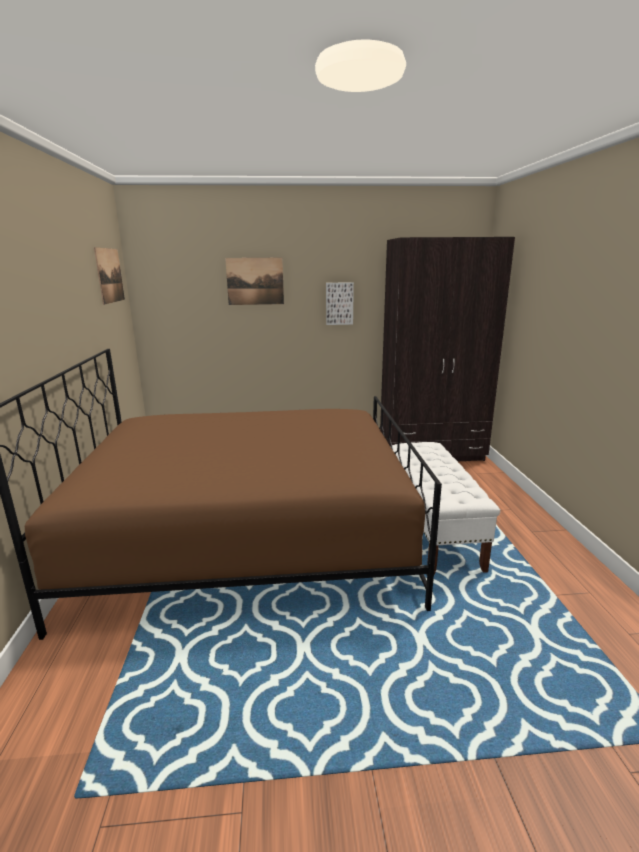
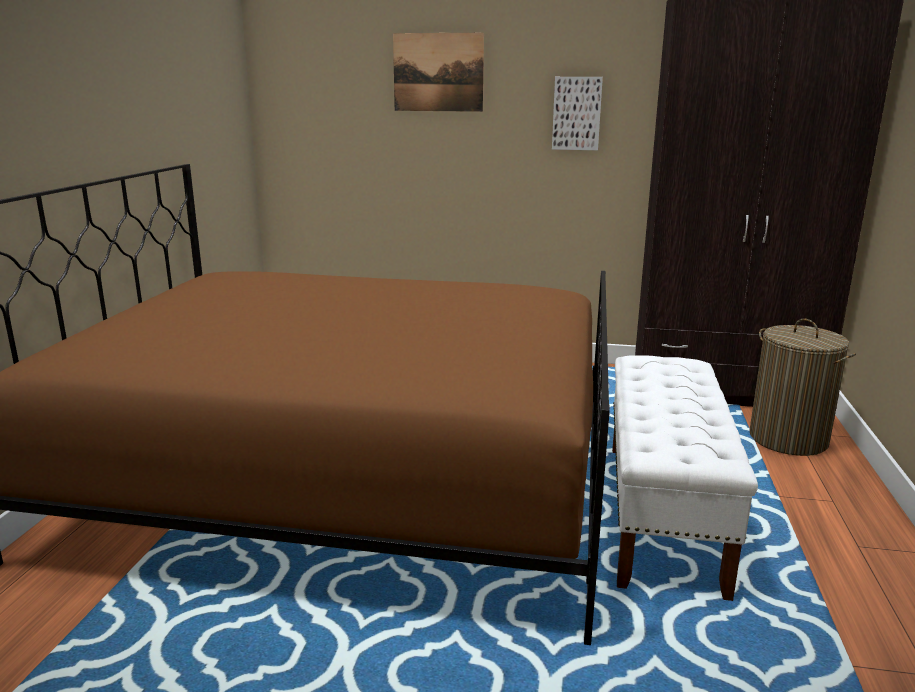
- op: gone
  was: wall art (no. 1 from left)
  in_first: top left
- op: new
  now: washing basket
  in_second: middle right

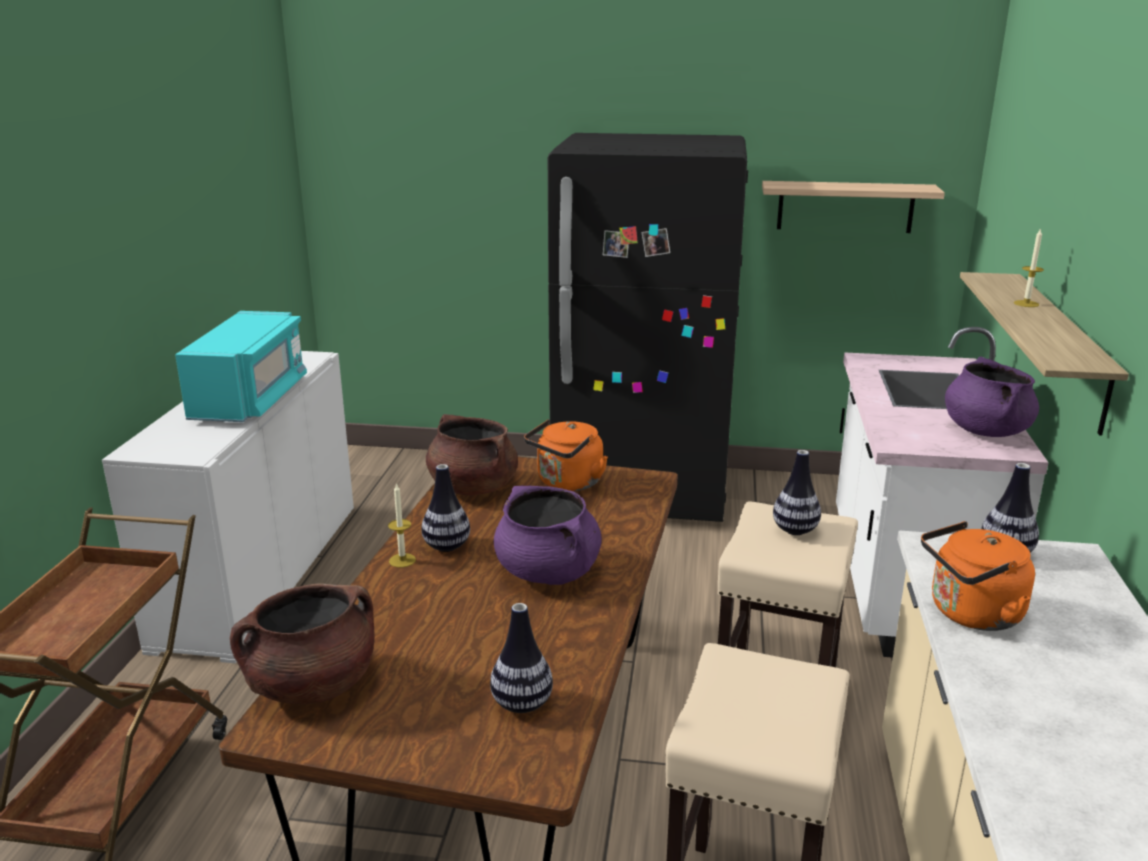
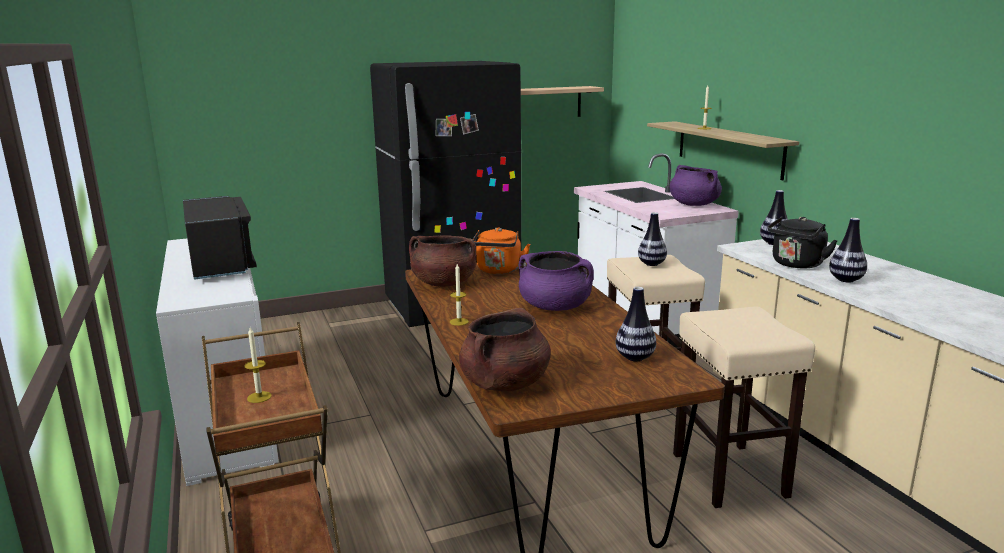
- op: repainted
  was: turquoise-coloured microwave
  now: black-coloured microwave
  in_first: middle left
  in_second: middle left
- op: shifted
  was: flower vase (no. 1 from left in the first image)
  now: flower vase (no. 4 from left)
  in_first: centre
  in_second: middle right
- op: repainted
  was: orange-coloured tea kettle (no. 2 from left)
  now: black-coloured tea kettle
  in_first: bottom right
  in_second: middle right
- op: new
  now: candle (no. 1 from left)
  in_second: middle left

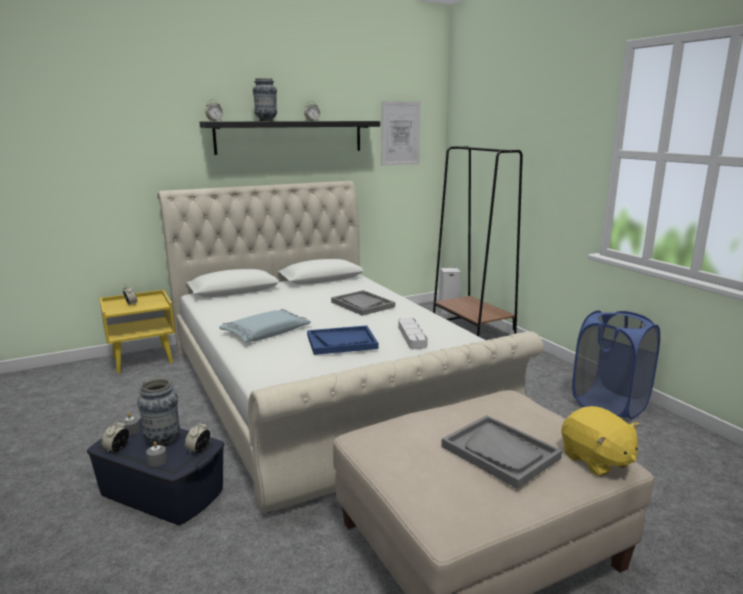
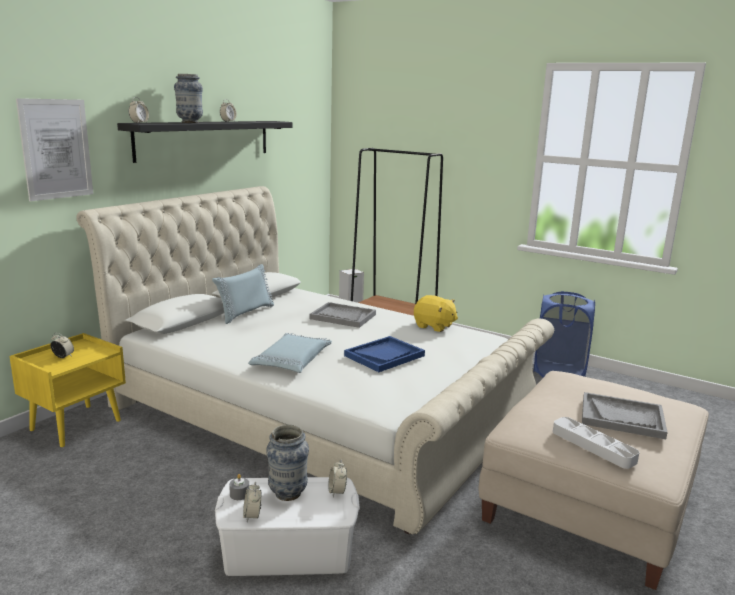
- op: shifted
  was: wall art
  in_first: top centre
  in_second: top left
- op: shifted
  was: greyish serving tray (no. 2 from left)
  in_first: centre
  in_second: bottom right
- op: shifted
  was: yellow-coloured cuddly toy
  in_first: bottom right
  in_second: centre
- op: repainted
  was: blue-coloured storage box
  now: white-coloured storage box
  in_first: bottom left
  in_second: bottom centre
- op: gone
  was: greyish candle (no. 2 from left)
  in_first: bottom left
- op: new
  now: blue-coloured pillow (no. 1 from left)
  in_second: middle left

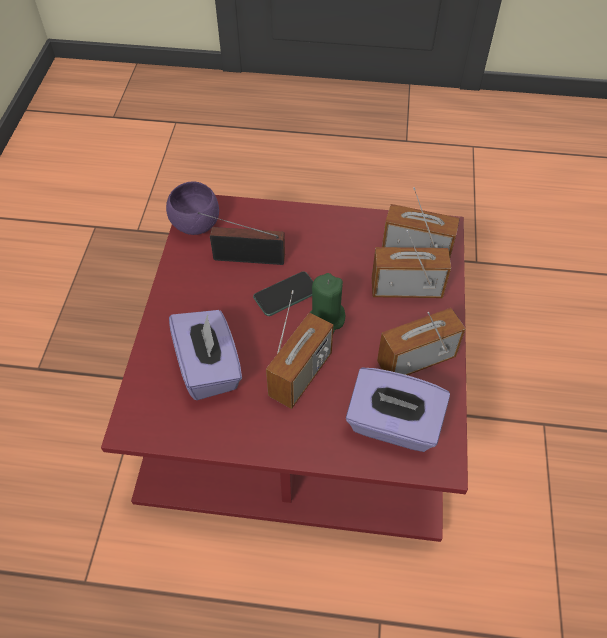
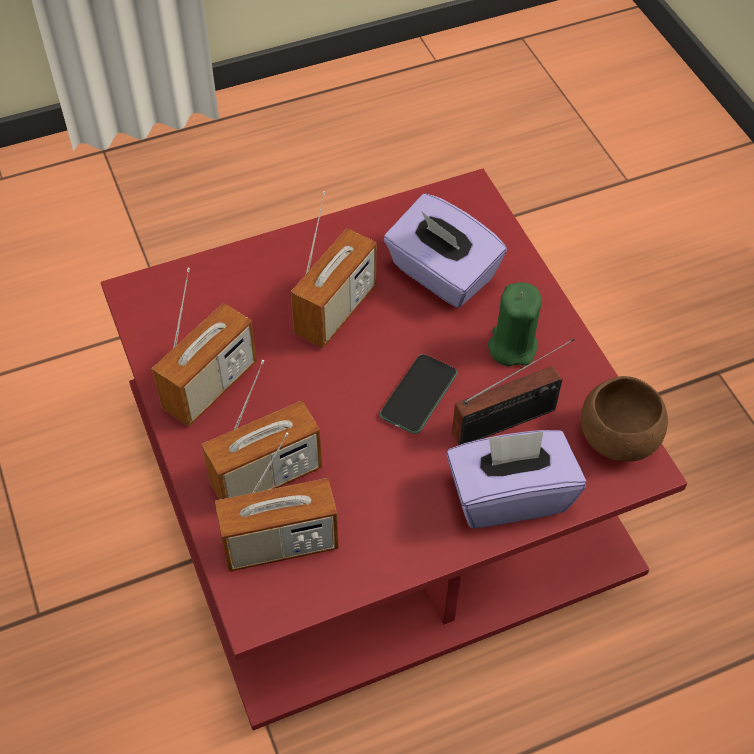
- op: repainted
  was: purplish serving bowl
  now: brown serving bowl
  in_first: top left
  in_second: middle right
- op: shifted
  was: green candle
  in_first: centre
  in_second: middle right
- op: rotated
  was: radio set (no. 2 from left in the first image)
  in_first: centre
  in_second: centre
  clockwise: -150
- op: shifted
  was: purplish box of tissues (no. 2 from left)
  in_first: centre
  in_second: middle right

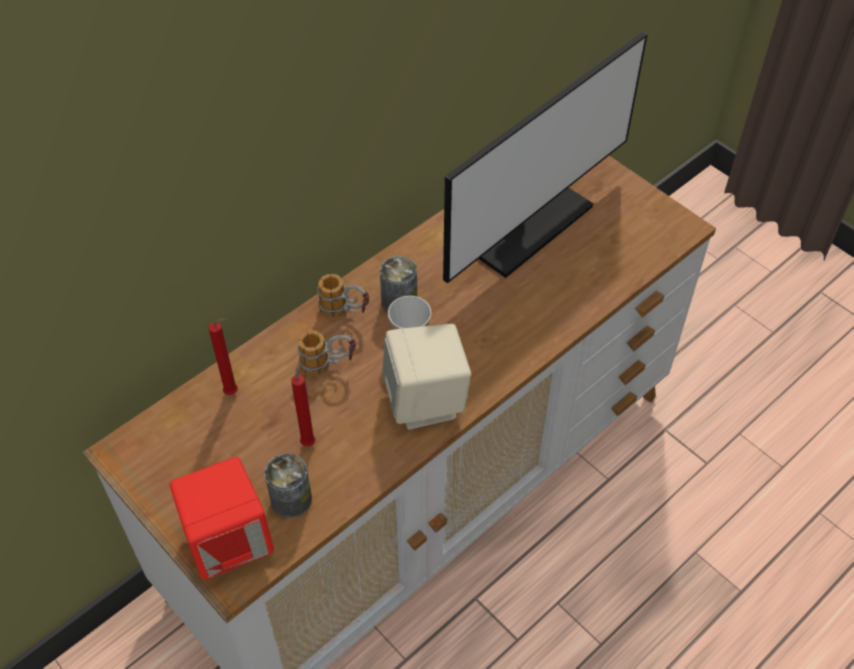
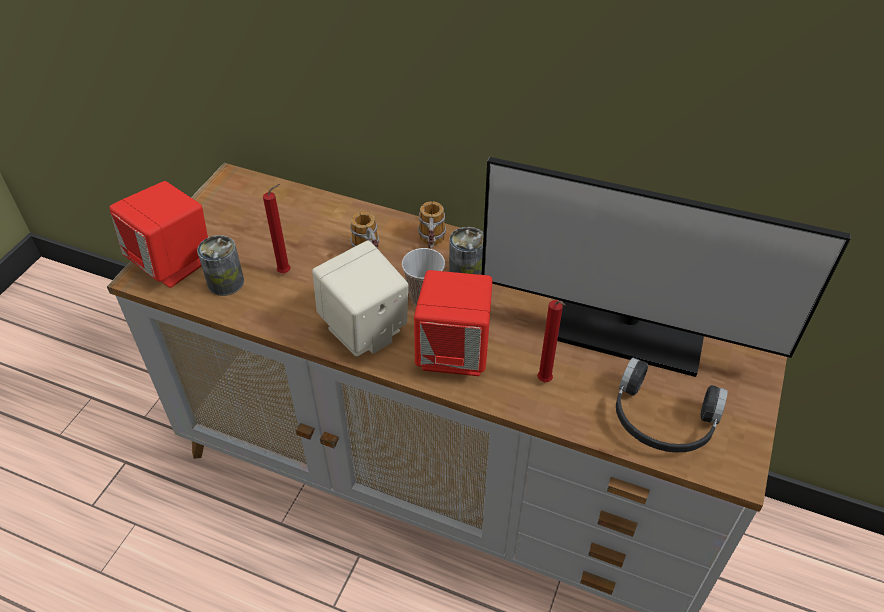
- op: shifted
  was: red-coloured candle (no. 1 from left in the first image)
  now: red-coloured candle (no. 2 from left)
  in_first: middle left
  in_second: centre
- op: new
  now: red-coloured speaker (no. 2 from left)
  in_second: centre
- op: new
  now: black-coloured pair of headphones
  in_second: middle right

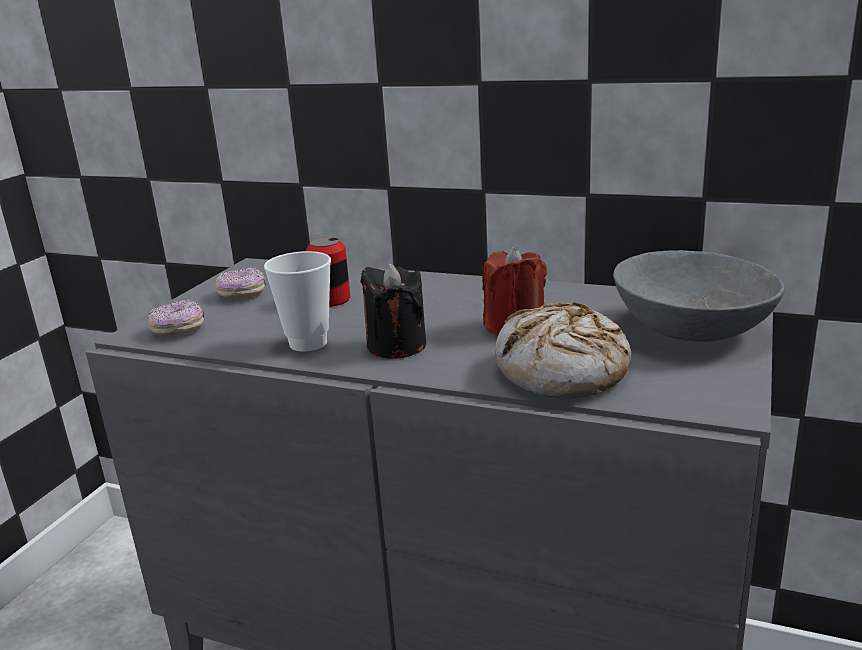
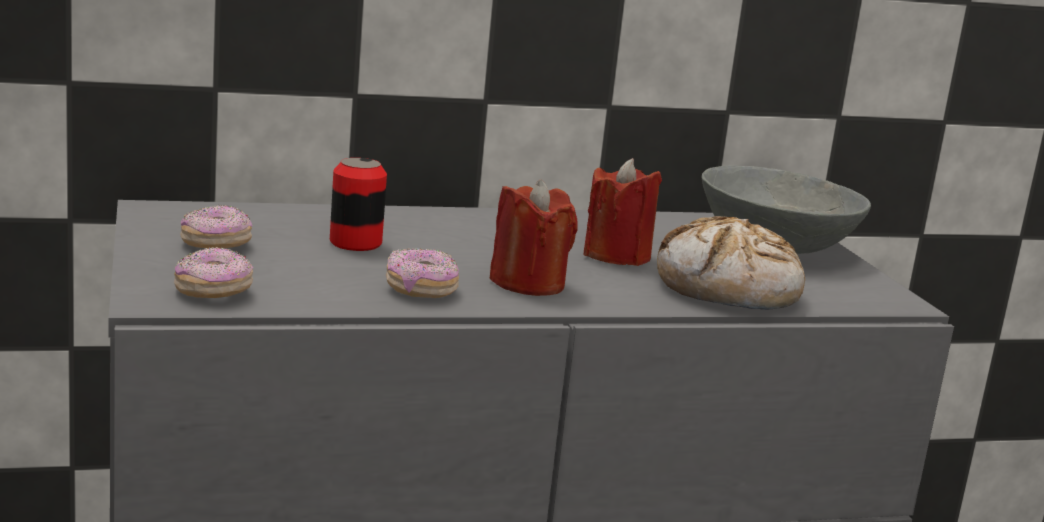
- op: swapped
  was: cup
  now: doughnut (no. 3 from left)
  in_first: centre
  in_second: centre
- op: repainted
  was: black-coloured candle
  now: red-coloured candle (no. 1 from left)
  in_first: centre
  in_second: centre

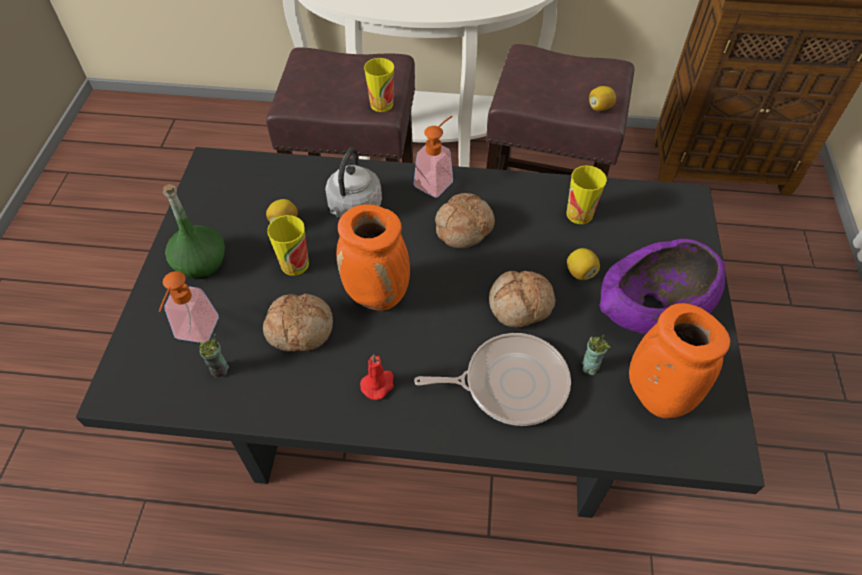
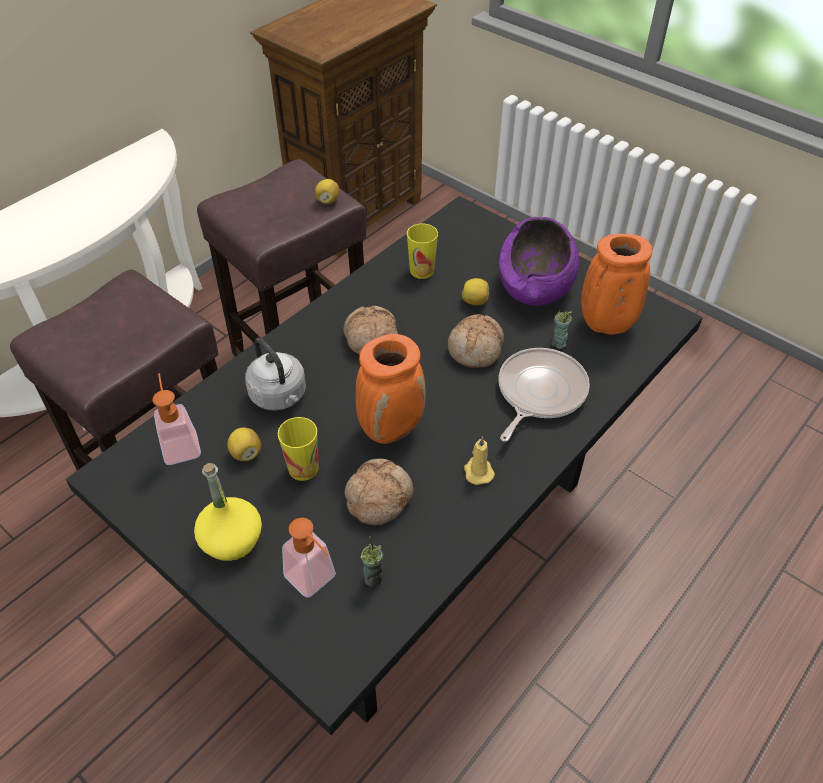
- op: gone
  was: cup (no. 3 from left)
  in_first: top centre
- op: shifted
  was: soap dispenser (no. 2 from left in the first image)
  now: soap dispenser (no. 1 from left)
  in_first: top centre
  in_second: middle left
- op: repainted
  was: green bottle
  now: yellow-coloured bottle
  in_first: middle left
  in_second: middle left
- op: repainted
  was: red-coloured candle
  now: yellow-coloured candle
  in_first: centre
  in_second: centre

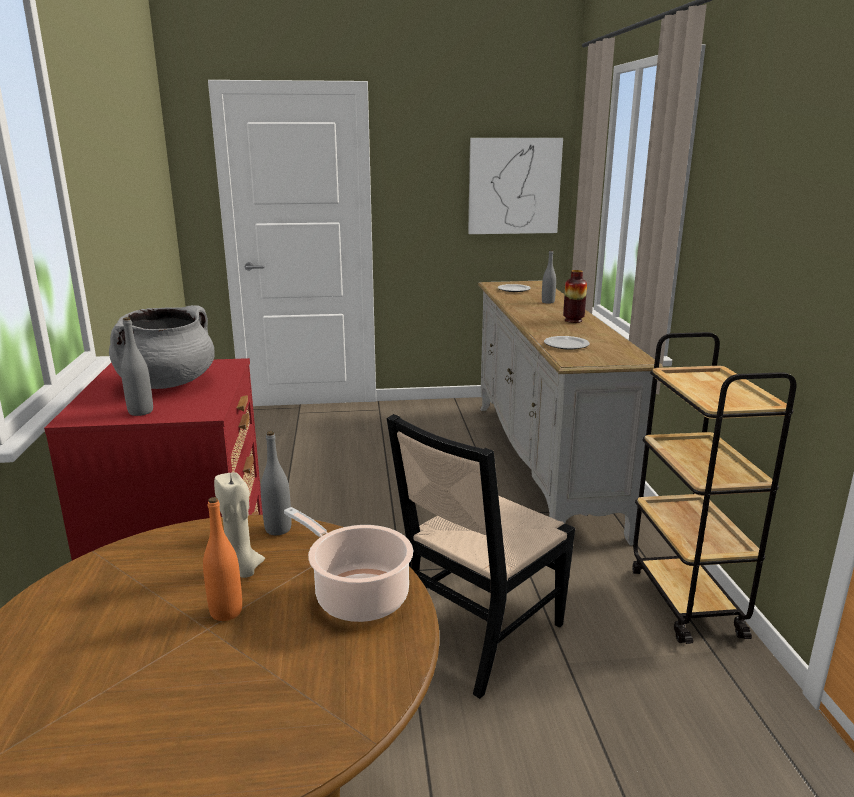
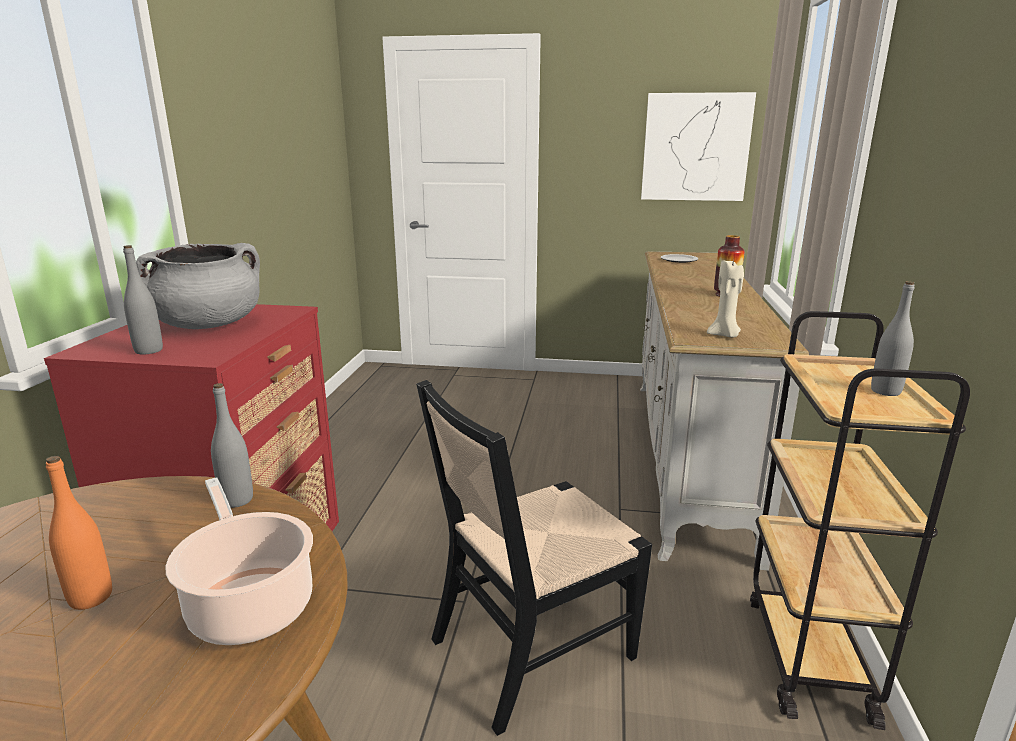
- op: shifted
  was: greyish bottle (no. 3 from left)
  in_first: centre
  in_second: middle right
- op: gone
  was: dinner plate (no. 2 from left)
  in_first: centre
- op: shifted
  was: beige-coloured candle
  in_first: middle left
  in_second: middle right

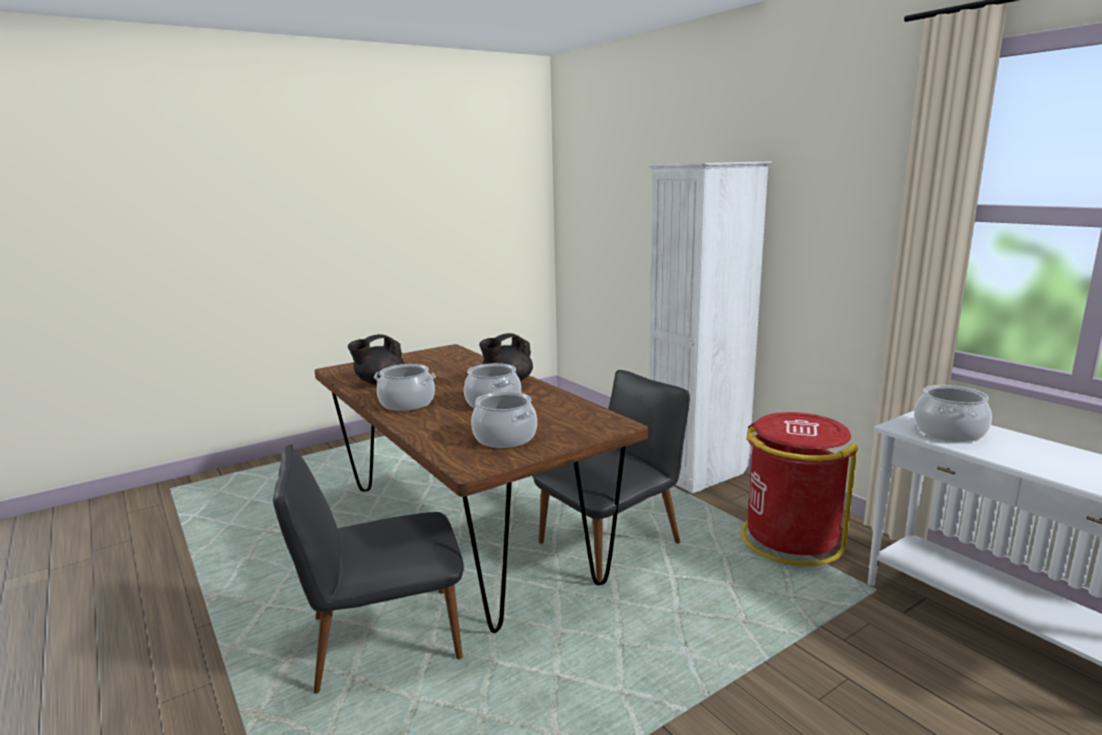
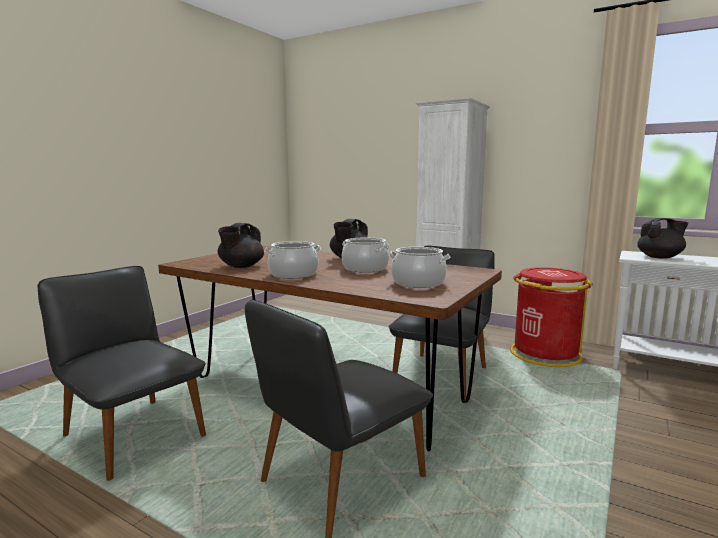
- op: swapped
  was: stockpot (no. 4 from left)
  now: black-coloured pot for tea (no. 3 from left)
  in_first: middle right
  in_second: middle right
- op: new
  now: black-coloured plain chair (no. 1 from left)
  in_second: bottom left

